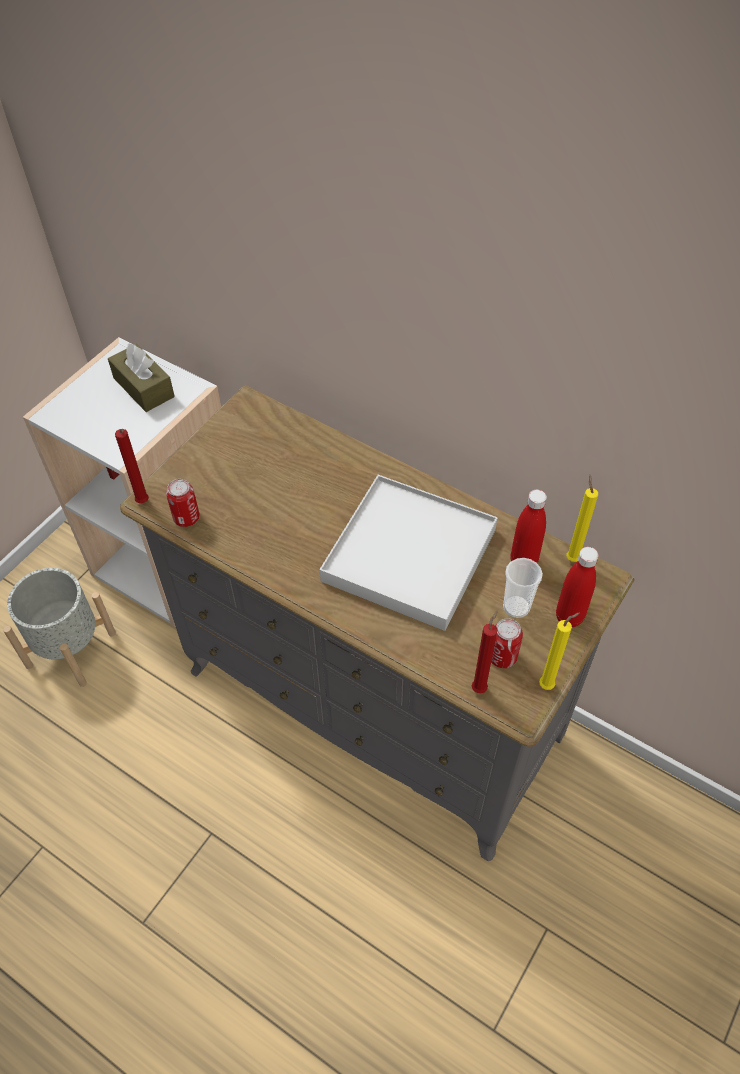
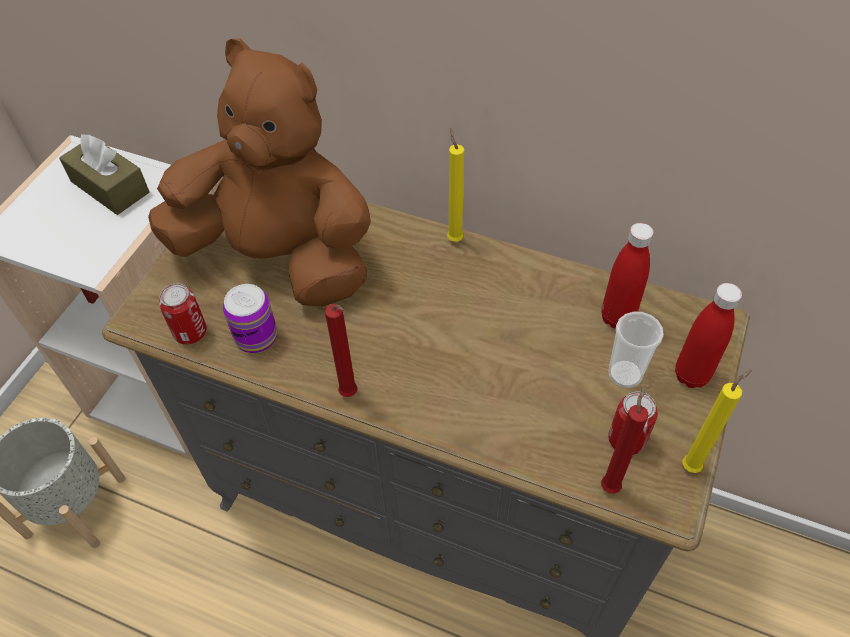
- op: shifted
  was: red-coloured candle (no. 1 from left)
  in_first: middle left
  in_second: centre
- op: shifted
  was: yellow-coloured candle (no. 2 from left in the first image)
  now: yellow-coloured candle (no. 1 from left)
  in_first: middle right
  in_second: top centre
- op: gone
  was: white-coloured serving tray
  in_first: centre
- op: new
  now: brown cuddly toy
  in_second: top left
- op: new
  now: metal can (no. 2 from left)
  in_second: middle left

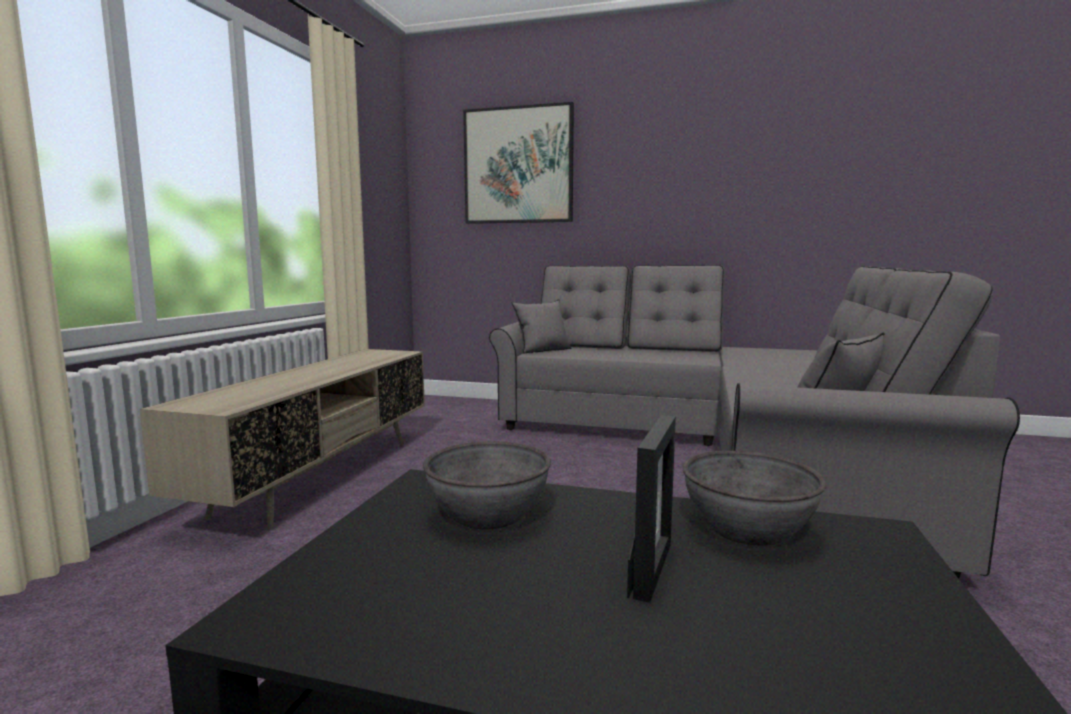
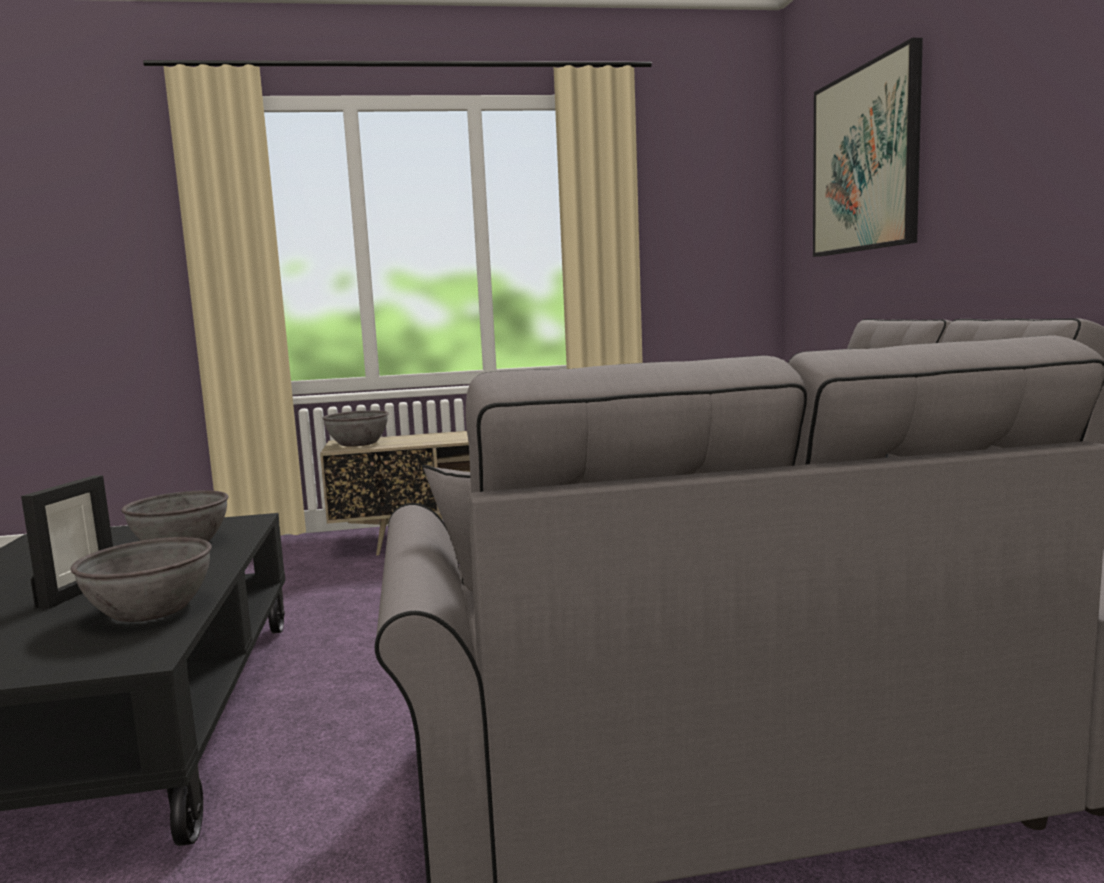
- op: rotated
  was: standing frame
  in_first: bottom centre
  in_second: middle left
  clockwise: -75
- op: new
  now: greyish serving bowl (no. 3 from left)
  in_second: middle left

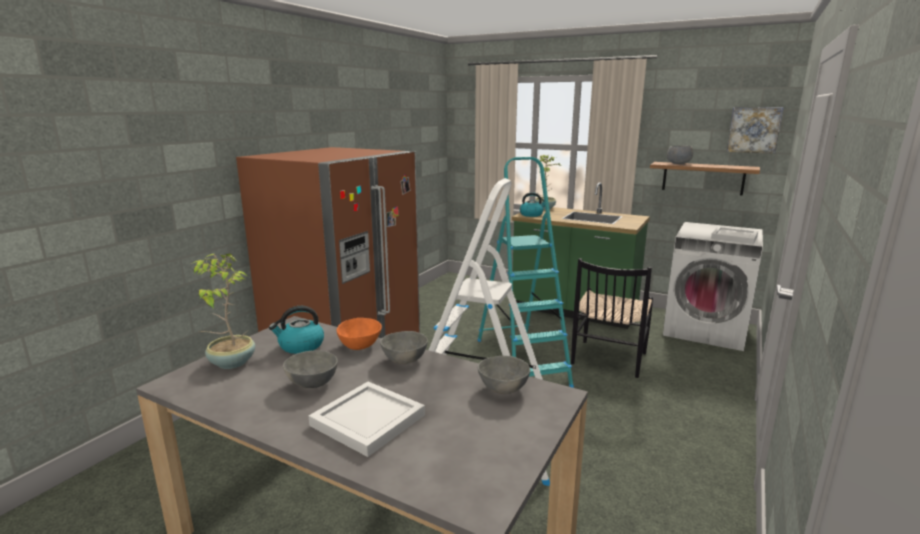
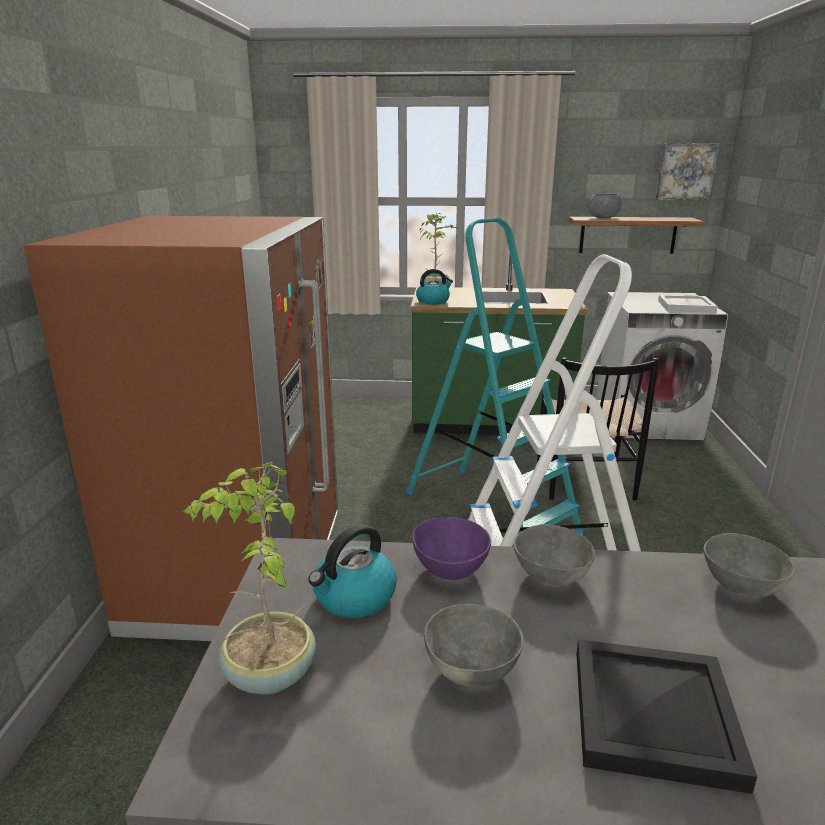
- op: repainted
  was: orange-coloured serving bowl
  now: purplish serving bowl
  in_first: centre
  in_second: centre
- op: repainted
  was: white-coloured serving tray (no. 1 from left)
  now: black-coloured serving tray
  in_first: bottom centre
  in_second: bottom right

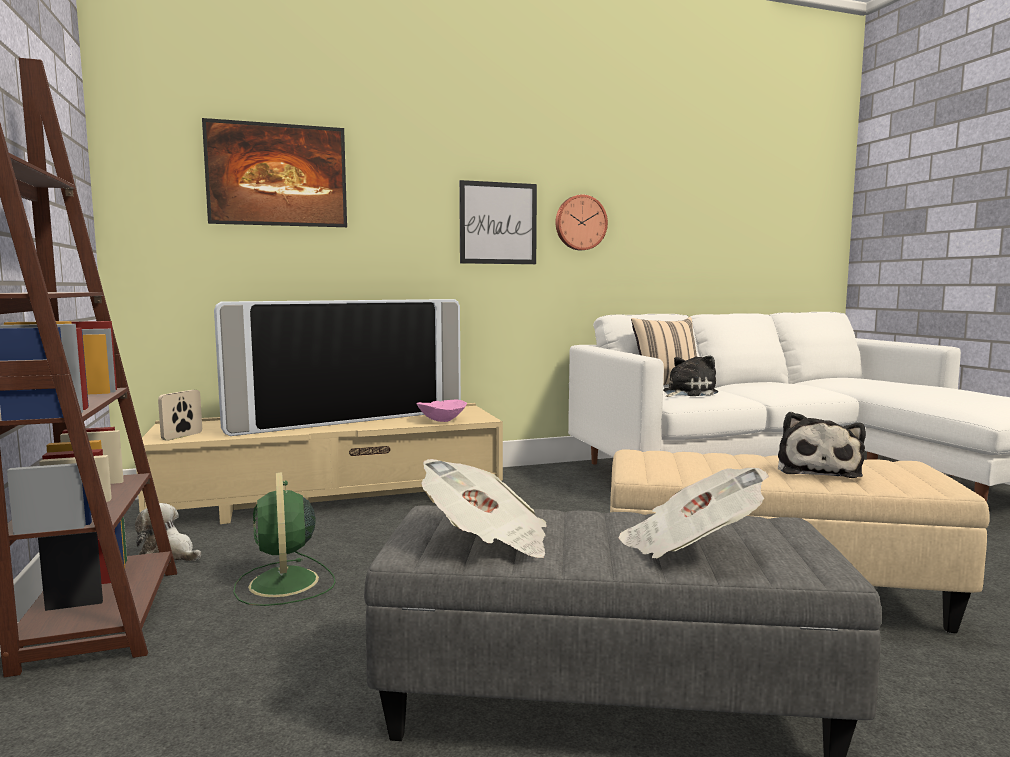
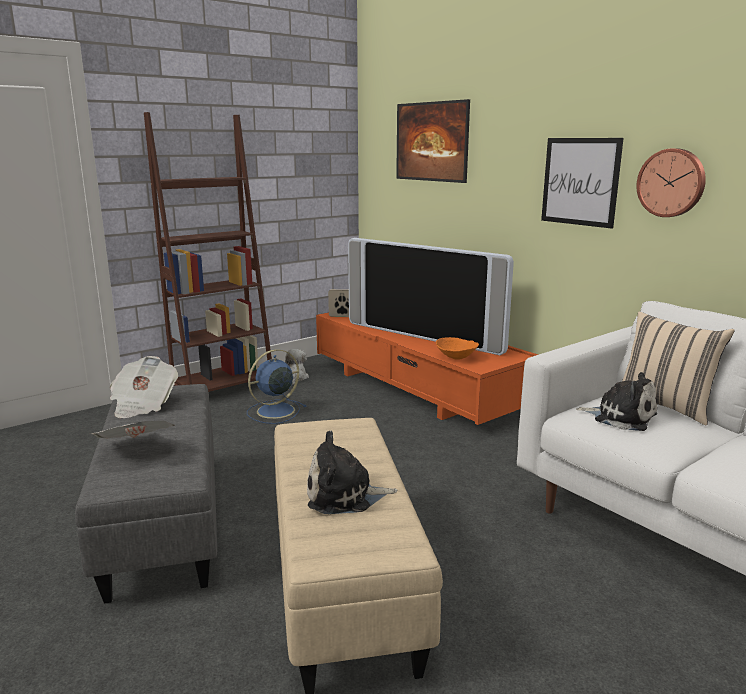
- op: repainted
  was: pinkish serving bowl
  now: orange-coloured serving bowl
  in_first: centre
  in_second: centre
- op: repainted
  was: beige-coloured tv unit
  now: orange-coloured tv unit
  in_first: middle left
  in_second: centre
- op: repainted
  was: green electric fan
  now: blue-coloured electric fan
  in_first: bottom left
  in_second: centre

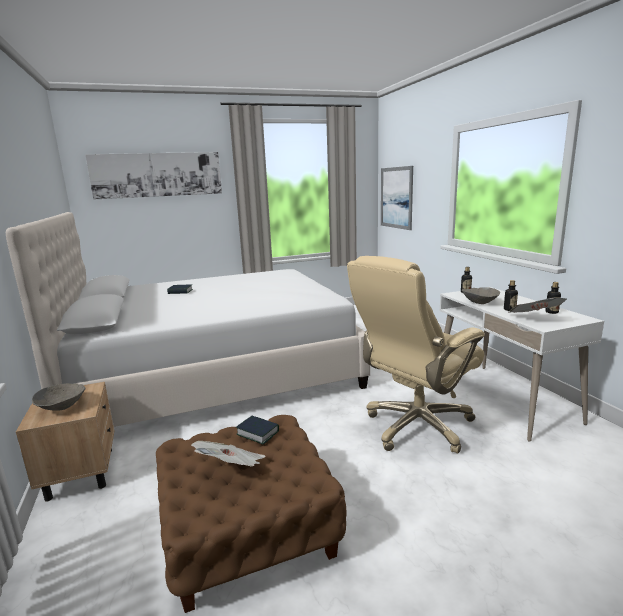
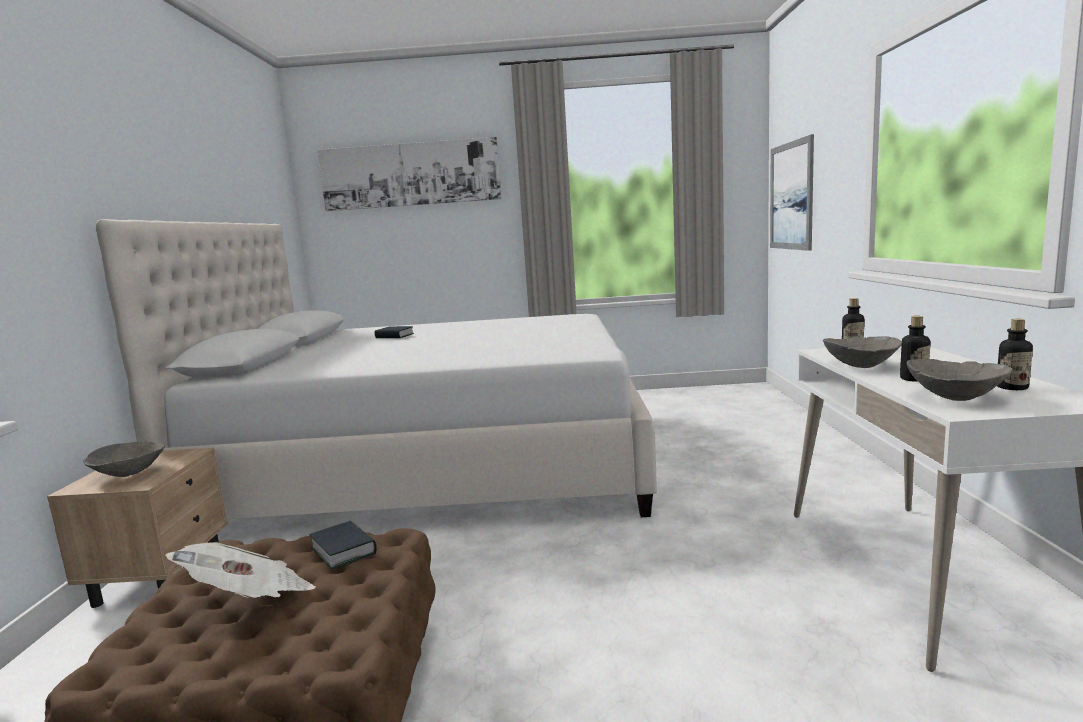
- op: gone
  was: beige-coloured office chair
  in_first: middle right
- op: swapped
  was: daily paper (no. 2 from left)
  now: greyish serving bowl (no. 3 from left)
  in_first: middle right
  in_second: middle right

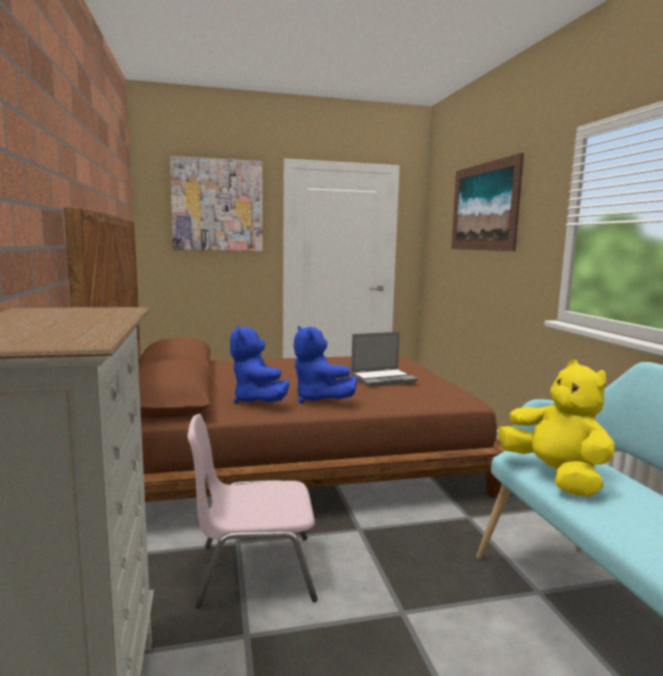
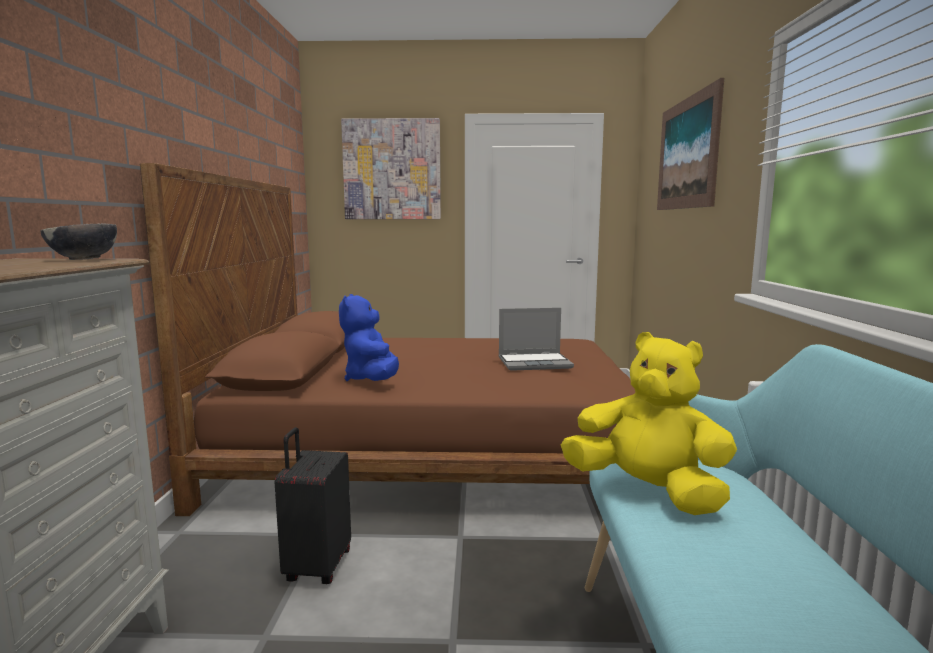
- op: gone
  was: blue-coloured cuddly toy (no. 2 from left)
  in_first: centre
- op: rotated
  was: yellow-coloured cuddly toy
  in_first: middle right
  in_second: middle right
  clockwise: -45
- op: swapped
  was: pinkish plain chair
  now: black-coloured travel case
  in_first: bottom centre
  in_second: bottom centre
- op: new
  now: serving bowl
  in_second: middle left

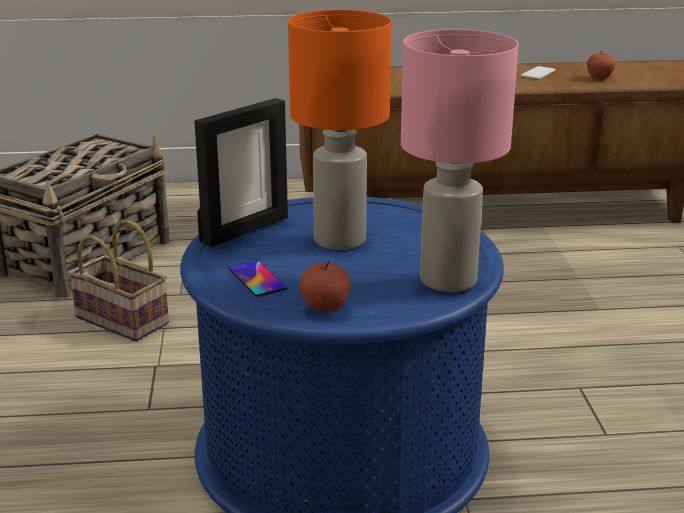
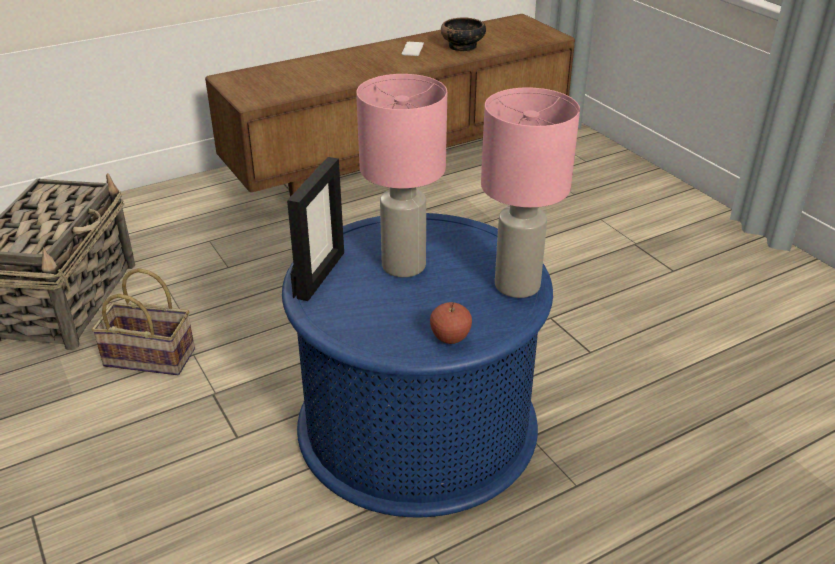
- op: repainted
  was: orange-coloured lamp for a table
  now: pinkish lamp for a table (no. 1 from left)
  in_first: top centre
  in_second: top centre
- op: swapped
  was: whole apple (no. 2 from left)
  now: serving bowl
  in_first: top right
  in_second: top centre
- op: gone
  was: handset (no. 1 from left)
  in_first: centre

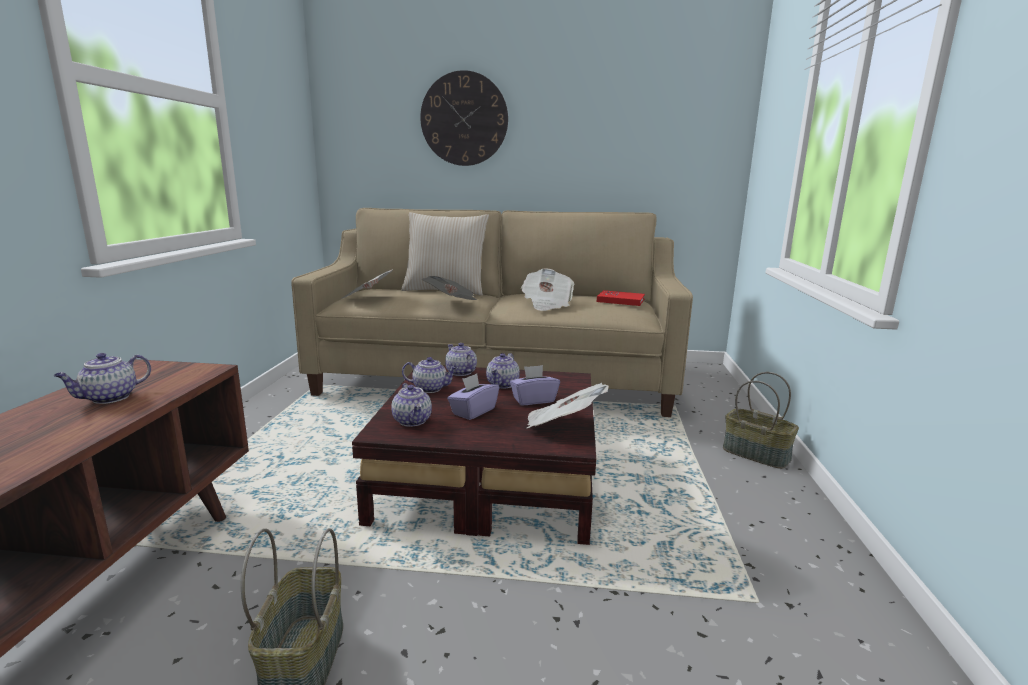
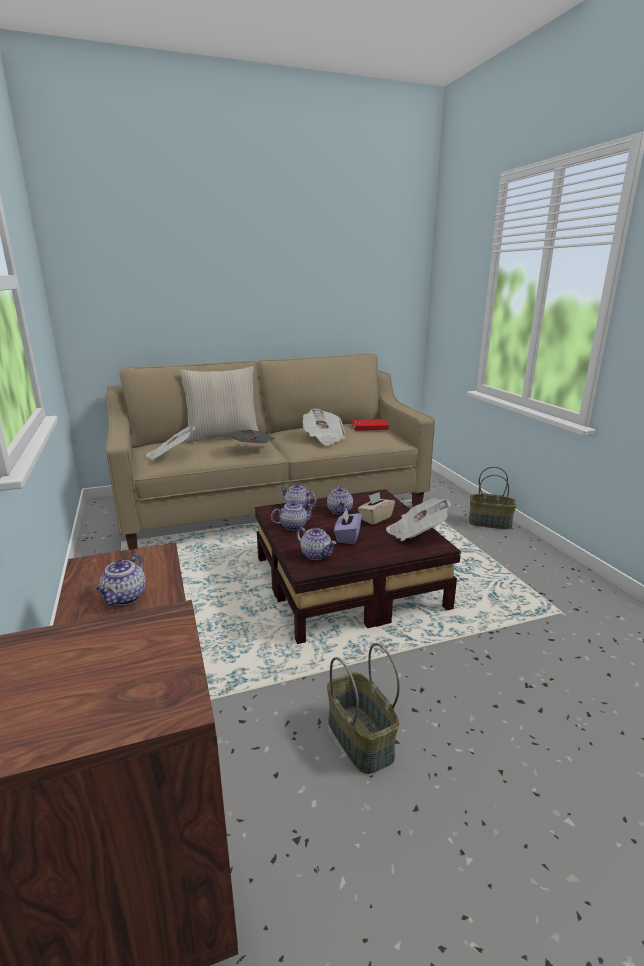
- op: gone
  was: wall clock
  in_first: top centre
- op: repainted
  was: purplish box of tissues (no. 2 from left)
  now: beige-coloured box of tissues
  in_first: centre
  in_second: centre

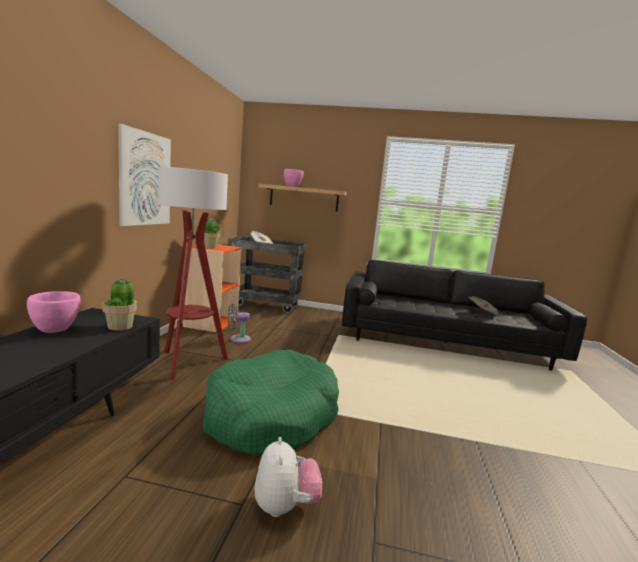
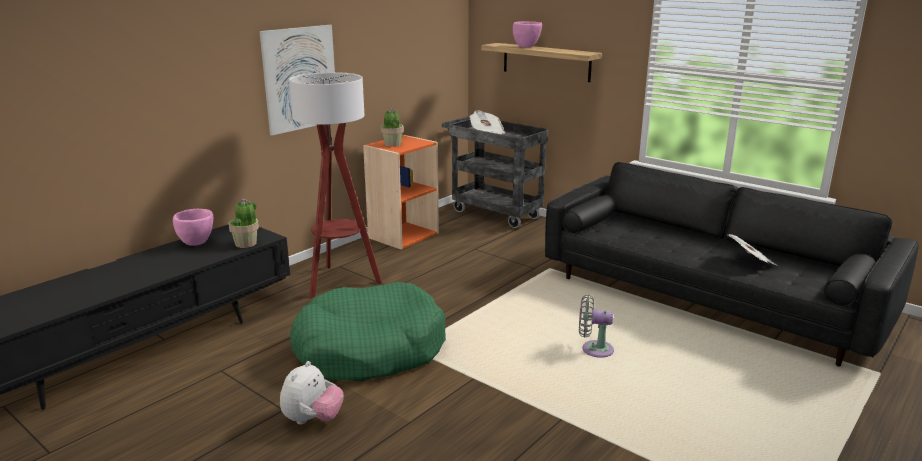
- op: shifted
  was: greyish electric fan
  in_first: centre
  in_second: bottom centre

